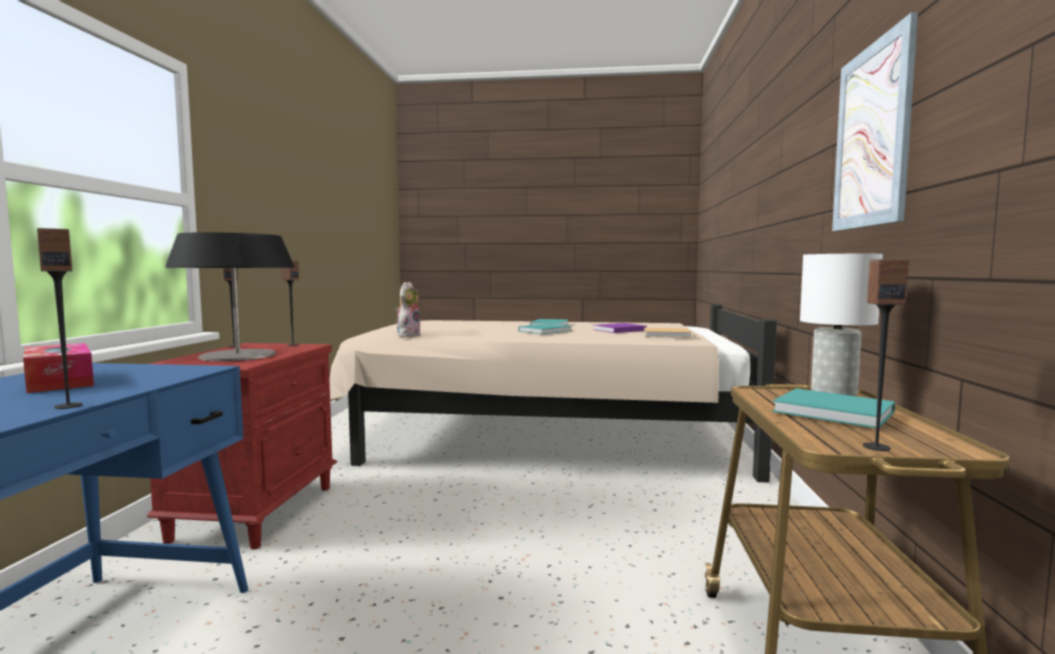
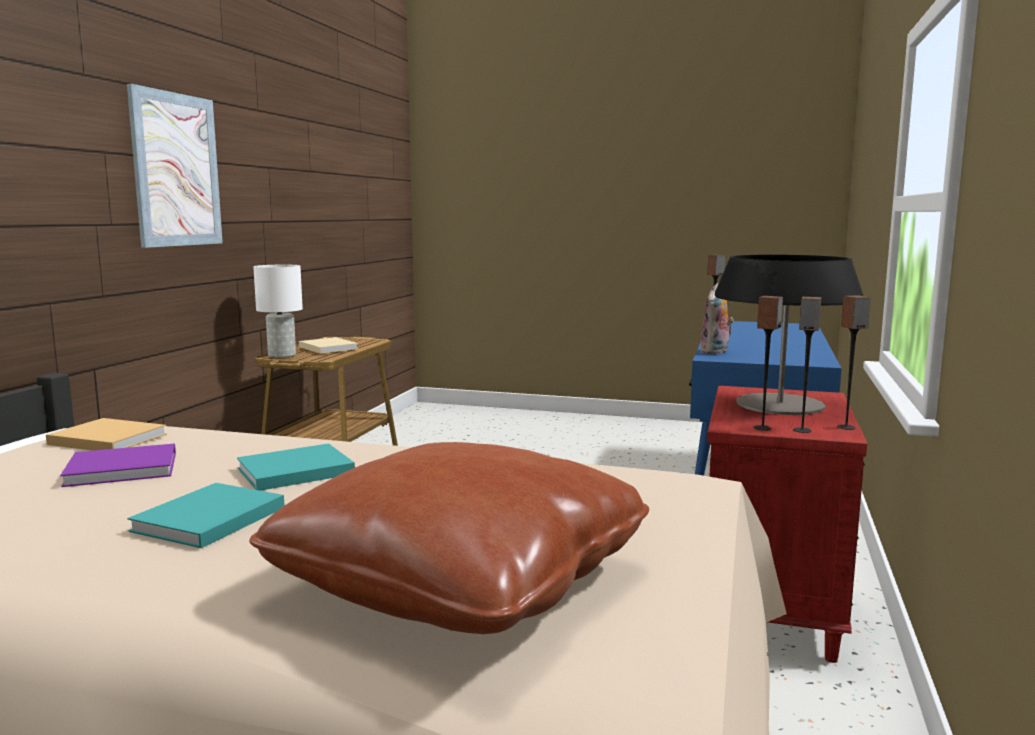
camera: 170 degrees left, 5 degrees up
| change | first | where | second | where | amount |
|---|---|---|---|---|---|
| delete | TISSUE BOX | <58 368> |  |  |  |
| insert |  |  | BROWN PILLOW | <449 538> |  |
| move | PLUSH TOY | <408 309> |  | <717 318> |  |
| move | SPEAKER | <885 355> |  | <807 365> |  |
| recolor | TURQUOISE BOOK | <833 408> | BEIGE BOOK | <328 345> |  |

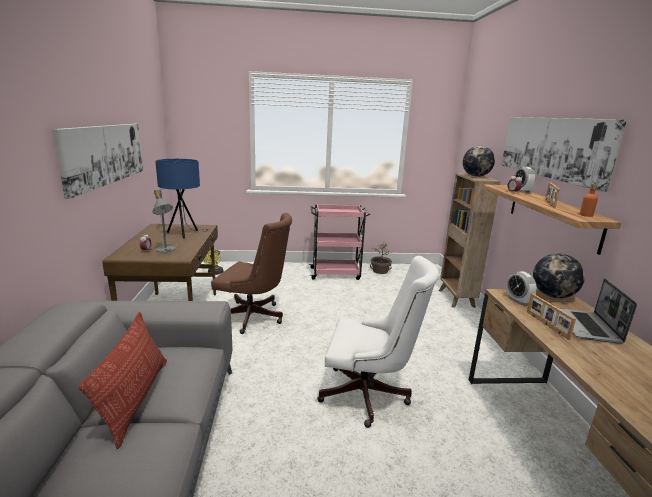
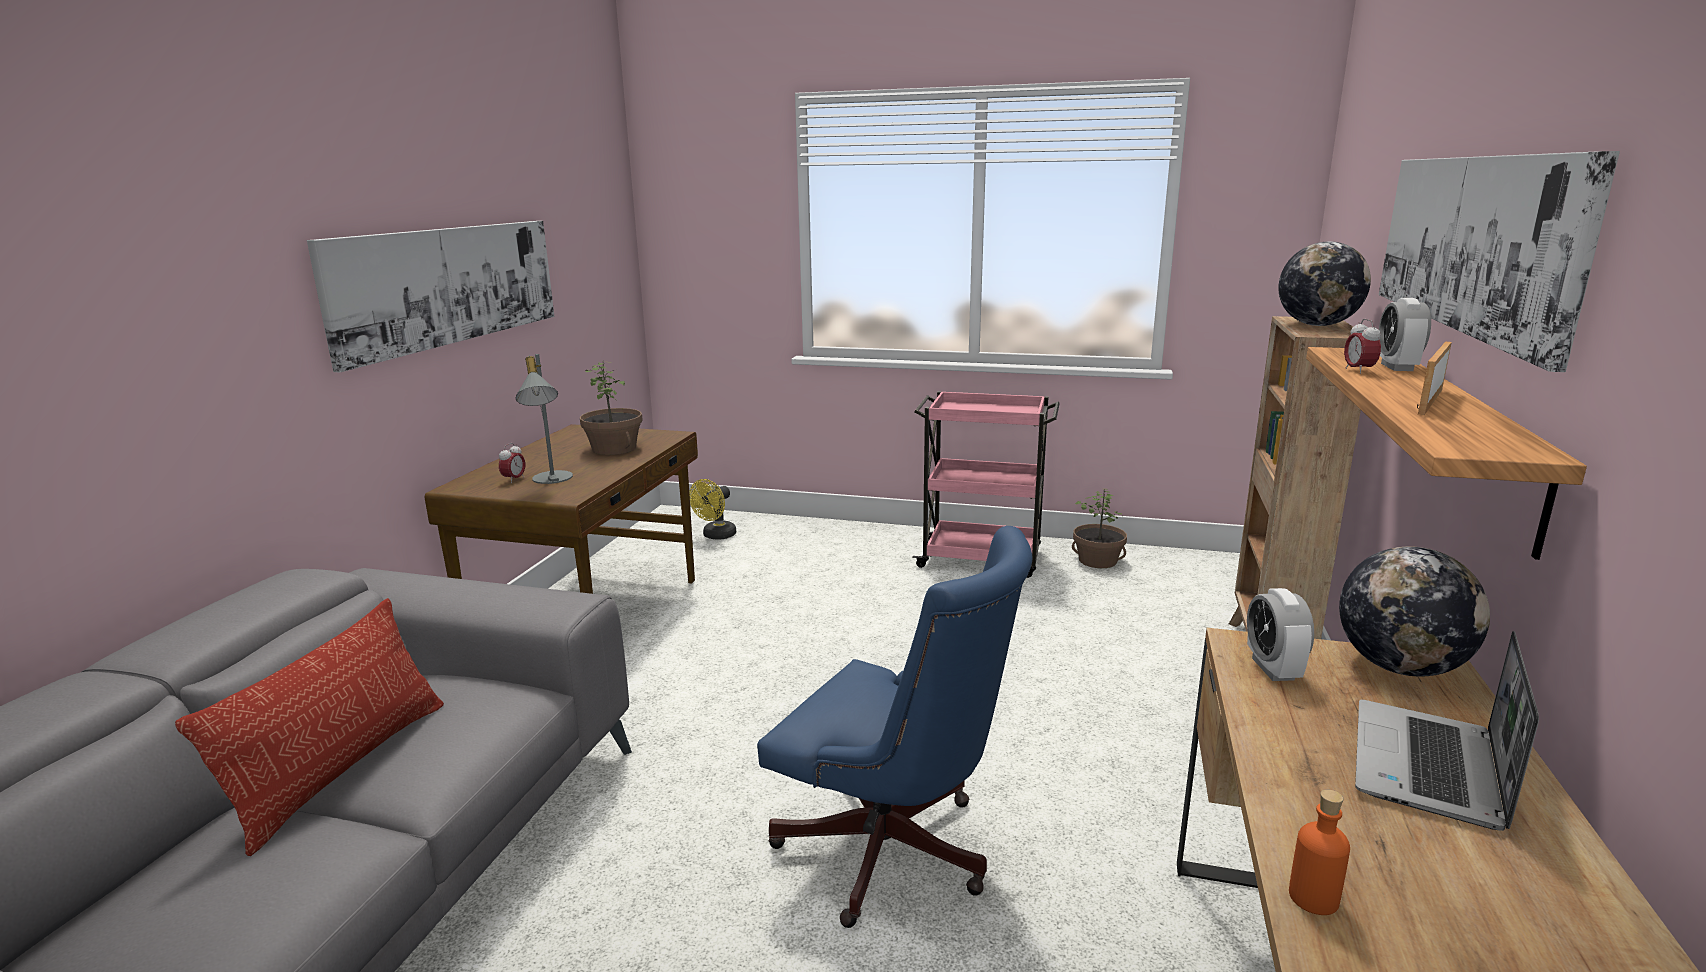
camera: 20 degrees right, 0 degrees up
| change | first | where | second | where | amount |
|---|---|---|---|---|---|
| delete | BROWN OFFICE CHAIR | <251 273> |  |  |  |
| delete | PICTURE FRAME | <551 316> |  |  |  |
| move | ORANGE BOTTLE | <589 200> |  | <1319 852> |  |
| replace | BLUE TABLE LAMP | <182 199> | POTTED PLANT | <611 408> |  |
| recolor | WHITE OFFICE CHAIR | <378 342> | BLUE OFFICE CHAIR | <894 727> |  |

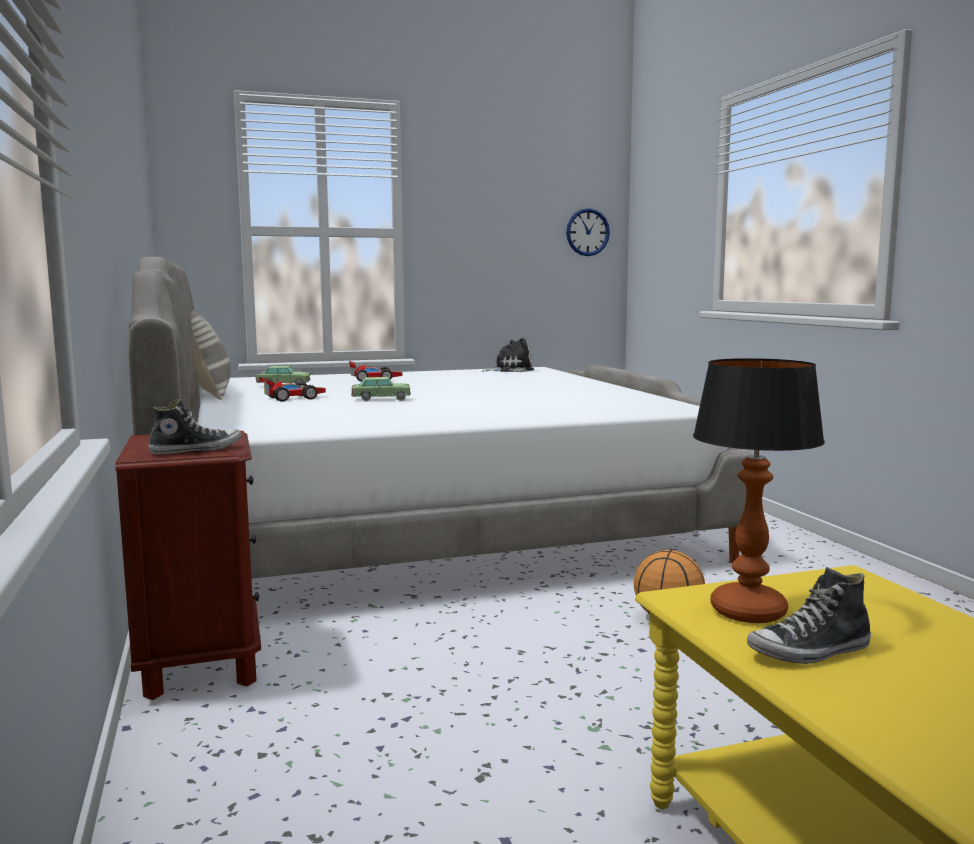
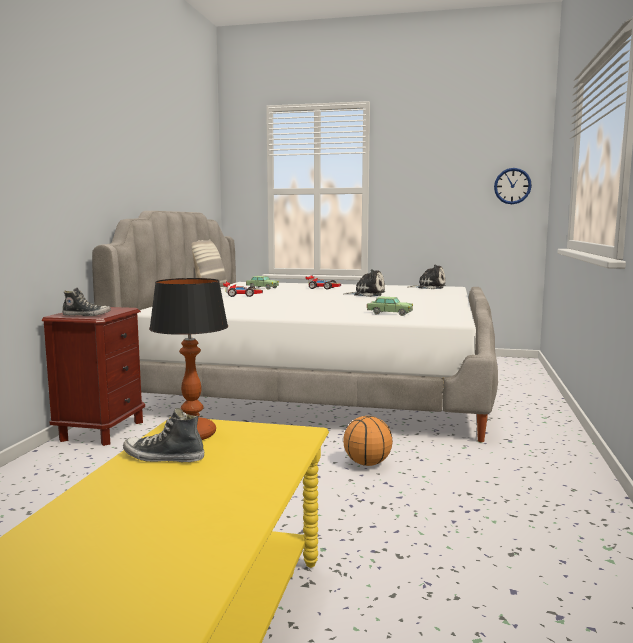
camera: 30 degrees right, 0 degrees up
| change | first | where | second | where | amount |
|---|---|---|---|---|---|
| insert |  |  | PLUSH TOY | <364 283> |  |
| move | TOY CAR | <381 389> |  | <390 306> |  |

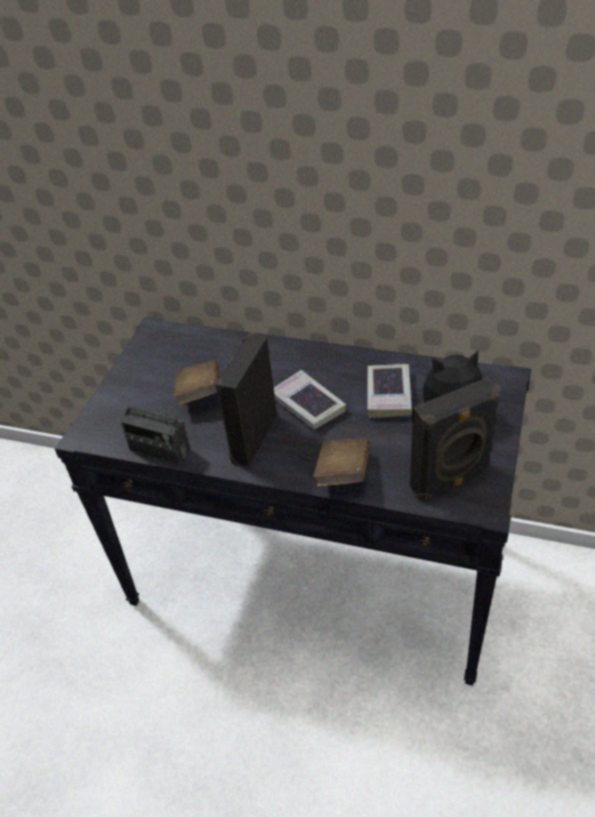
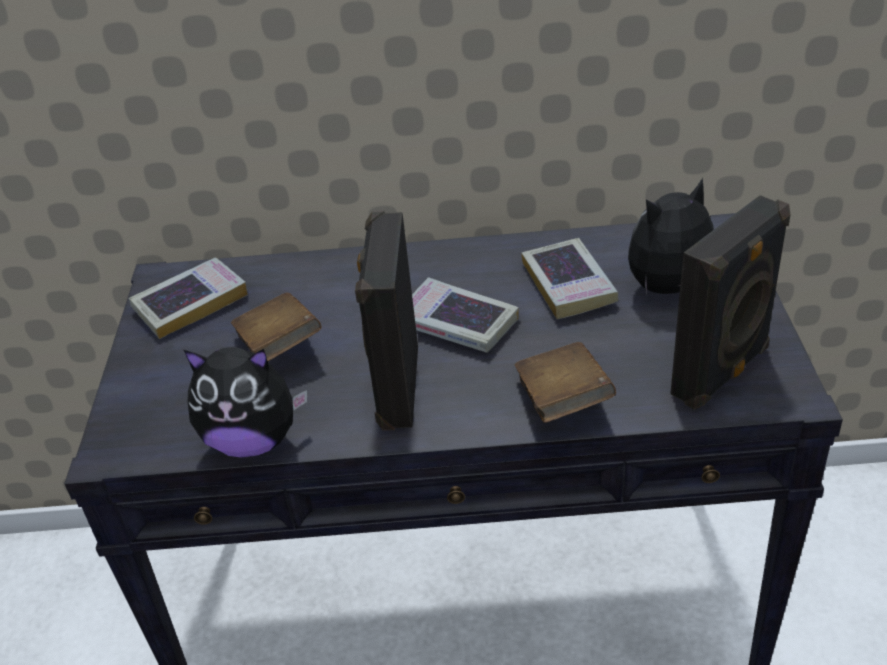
camera: 20 degrees left, 5 degrees down
| change | first | where | second | where | amount |
|---|---|---|---|---|---|
| insert |  |  | BOOK | <188 298> |  |
| replace | RADIO | <155 431> | PLUSH TOY | <245 402> |  |

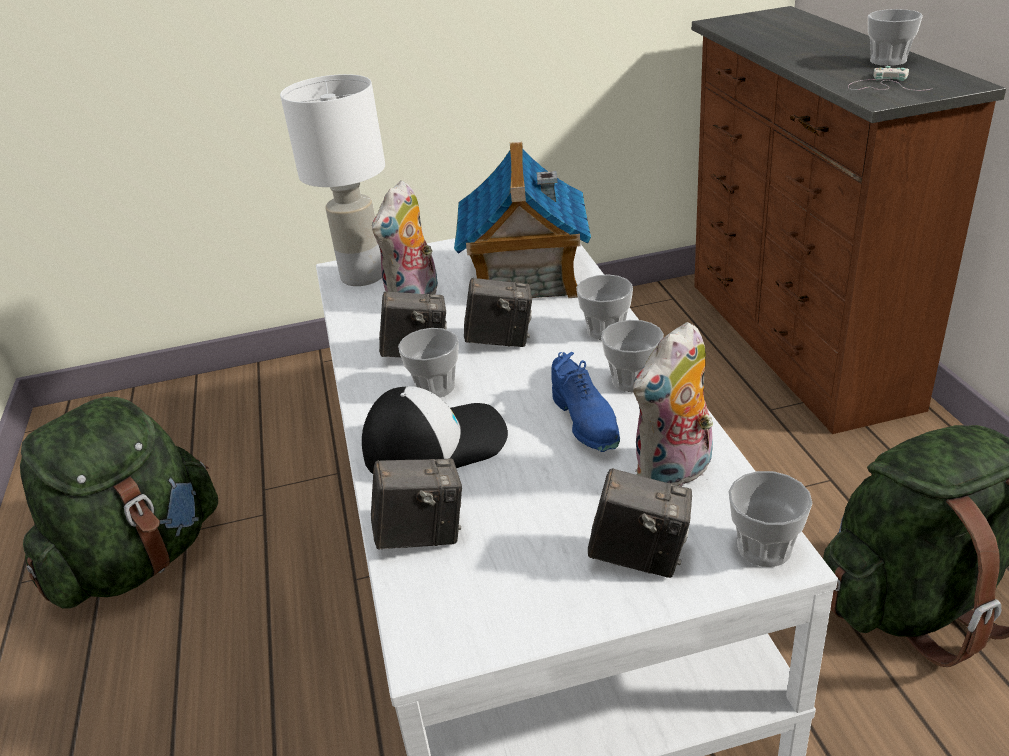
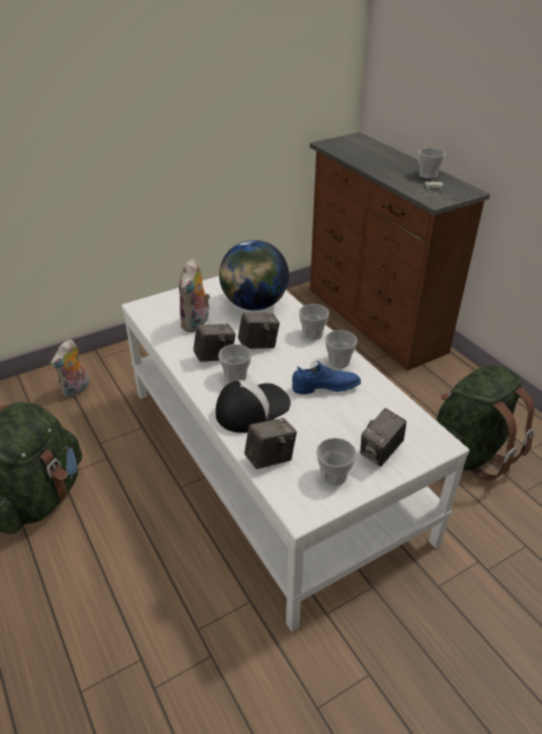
camera: 20 degrees left, 5 degrees up
| change | first | where | second | where | amount |
|---|---|---|---|---|---|
| delete | WHITE TABLE LAMP | <332 180> |  |  |  |
| move | PLUSH TOY | <677 404> |  | <69 368> |  |
| move | CUP | <770 519> |  | <336 462> |  |
| replace | TOY HOUSE | <522 220> | GLOBE | <254 275> |  |
| rotate | BLUE SHOE | <585 402> |  | <326 377> | 60 degrees counterclockwise |
| rotate | PHOTO CAMERA | <640 523> |  | <383 437> | 135 degrees clockwise |

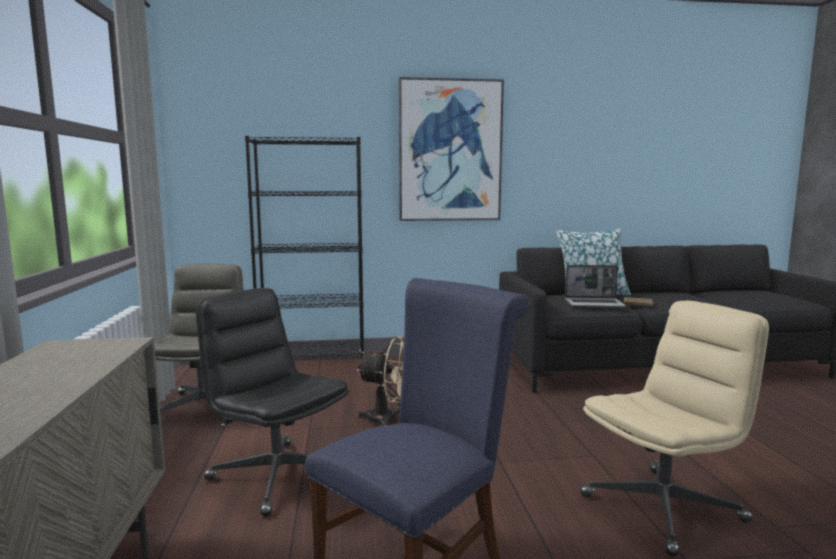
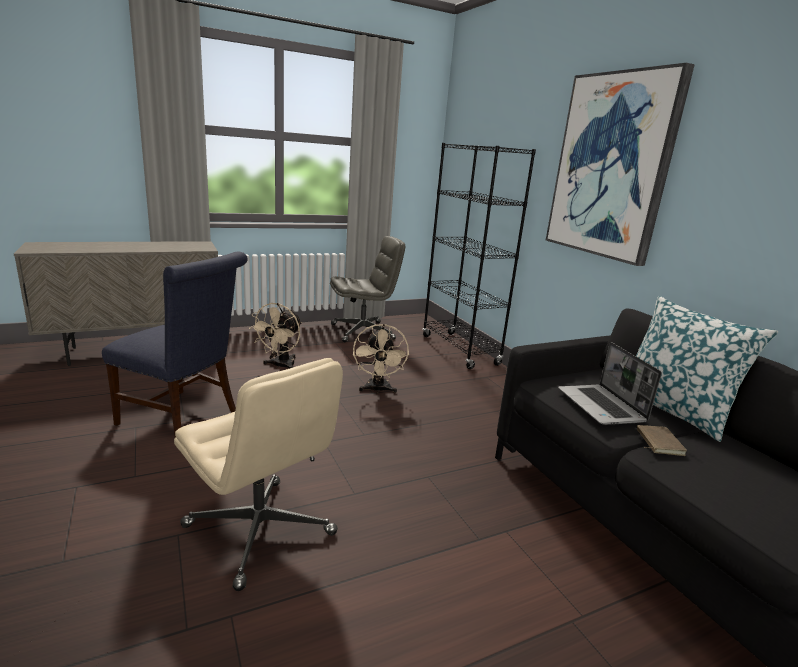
camera: 70 degrees right, 10 degrees up
| change | first | where | second | where | amount |
|---|---|---|---|---|---|
| replace | BLACK OFFICE CHAIR | <272 402> | BEIGE FAN | <275 336> |  |

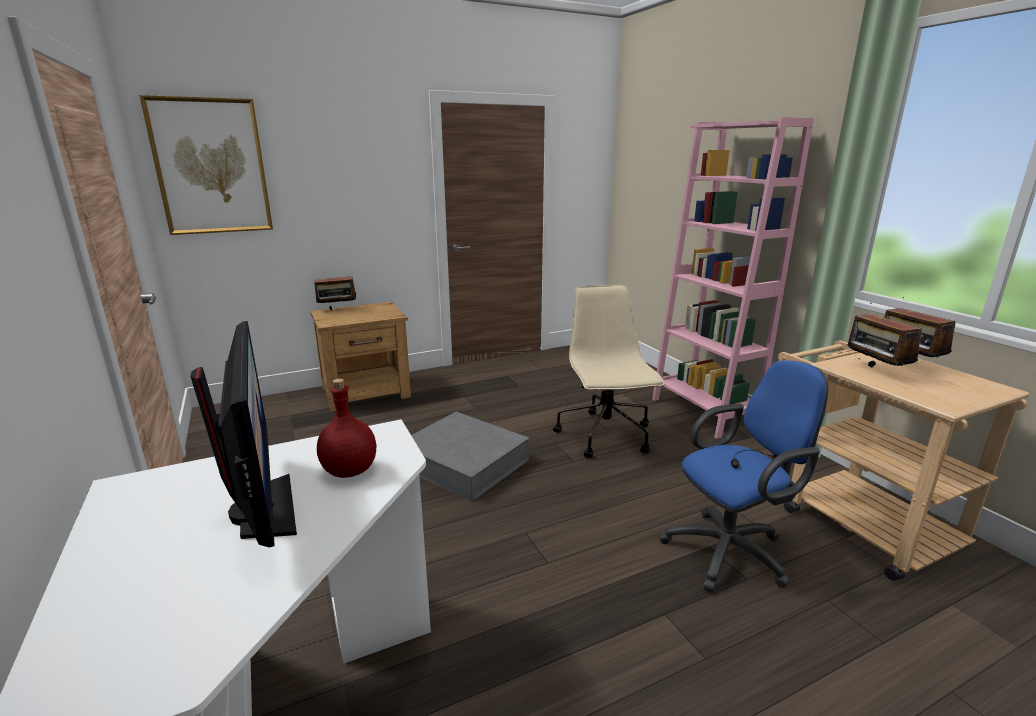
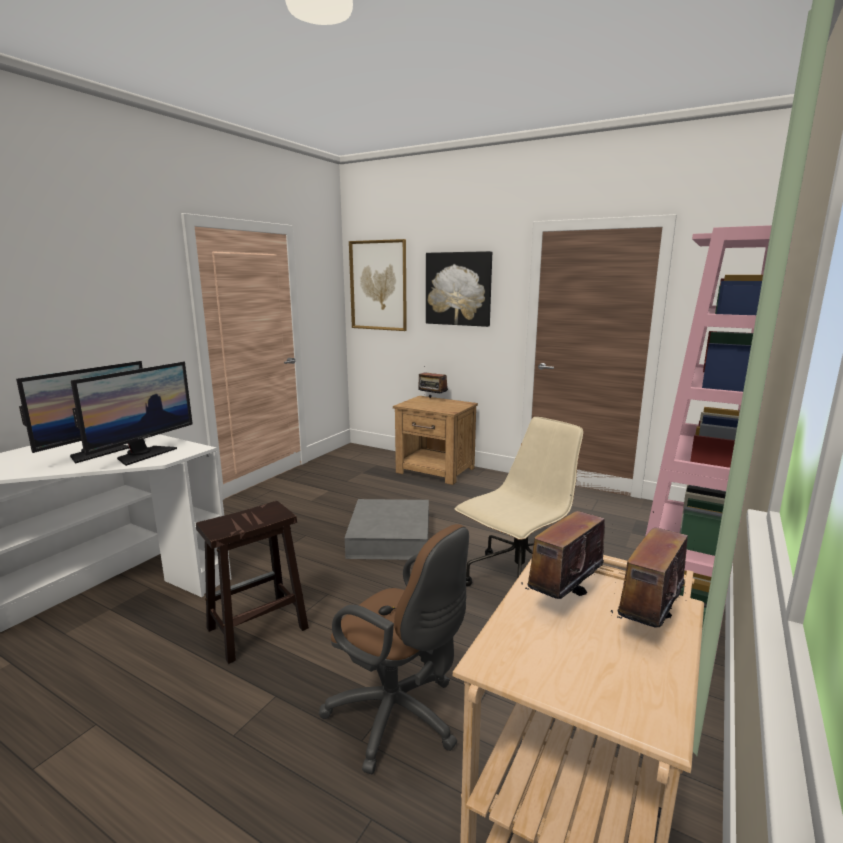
camera: 55 degrees right, 5 degrees down
| change | first | where | second | where | amount |
|---|---|---|---|---|---|
| insert |  |  | BROWN STOOL | <252 582> |  |
| insert |  |  | PICTURE | <459 289> |  |
| replace | RED BOTTLE | <346 428> | MONITOR | <132 414> |  |
| recolor | BLUE OFFICE CHAIR | <744 476> | BROWN OFFICE CHAIR | <394 649> |  |

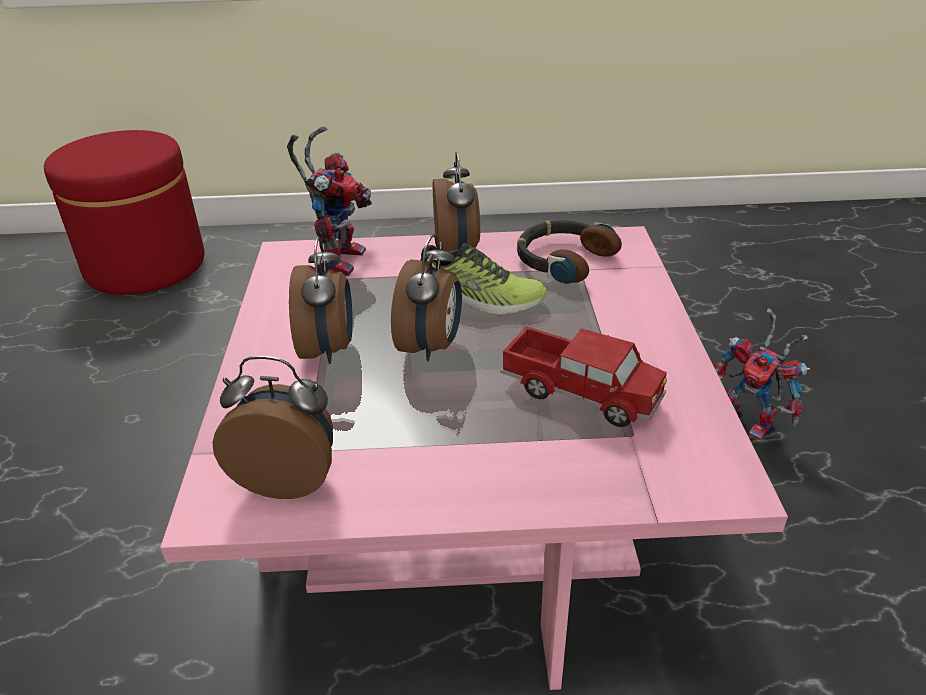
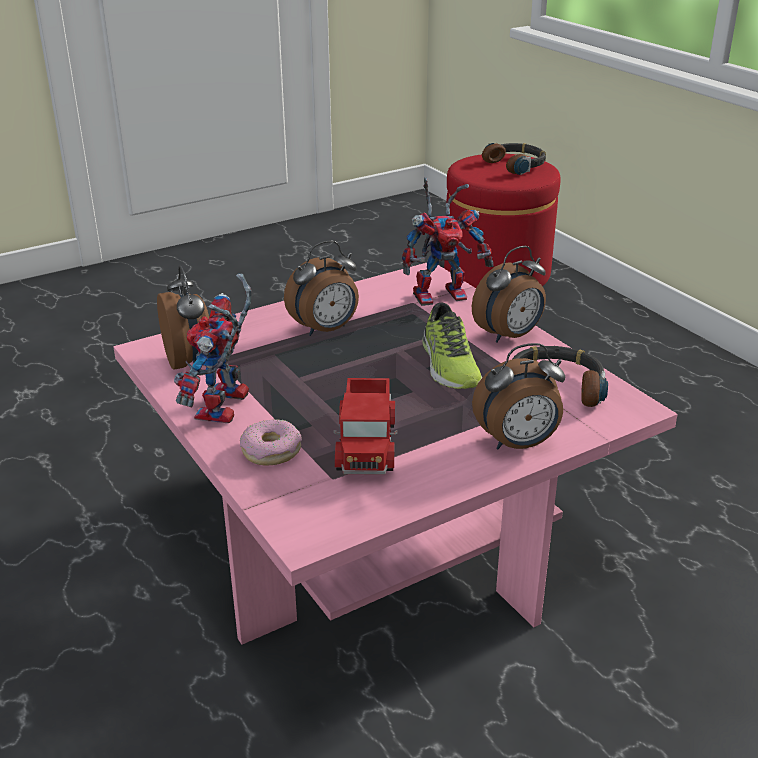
camera: 60 degrees right, 5 degrees down
| change | first | where | second | where | amount |
|---|---|---|---|---|---|
| insert |  |  | DONUT | <271 442> |  |
| insert |  |  | HEADPHONES | <514 159> |  |
| move | ALARM CLOCK | <426 297> |  | <518 396> |  |
| move | TOY ROBOT | <762 374> |  | <213 348> |  |

